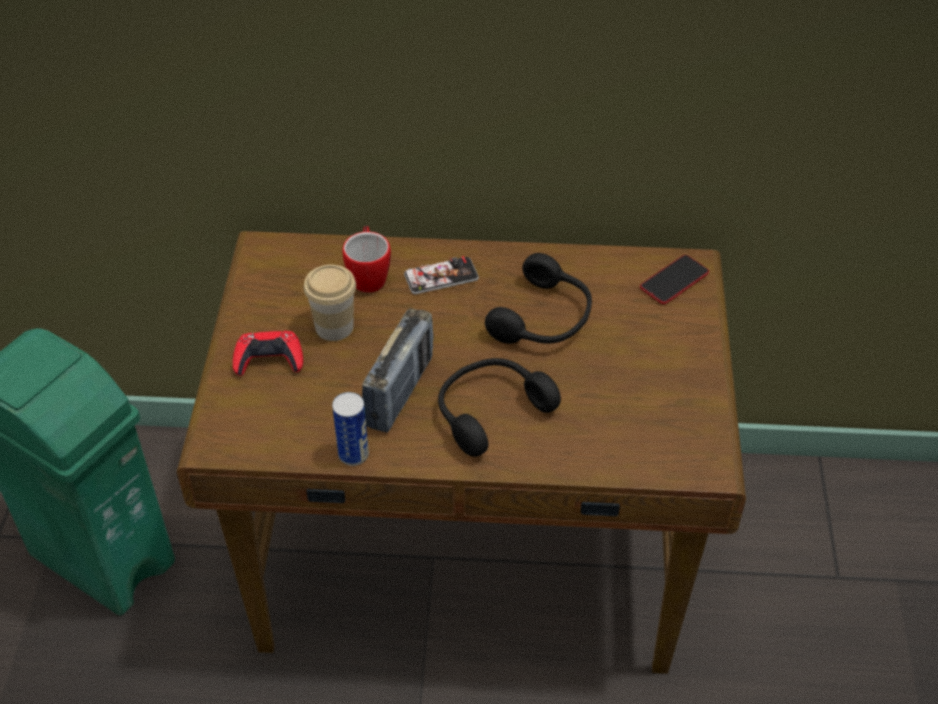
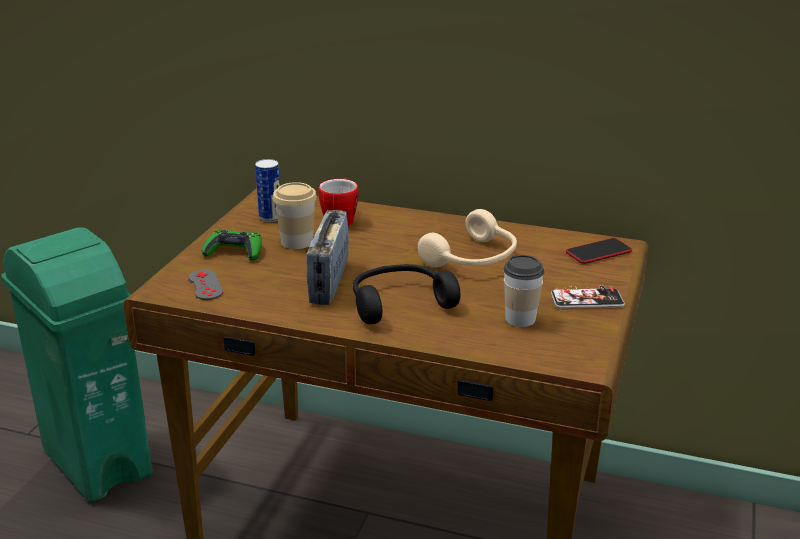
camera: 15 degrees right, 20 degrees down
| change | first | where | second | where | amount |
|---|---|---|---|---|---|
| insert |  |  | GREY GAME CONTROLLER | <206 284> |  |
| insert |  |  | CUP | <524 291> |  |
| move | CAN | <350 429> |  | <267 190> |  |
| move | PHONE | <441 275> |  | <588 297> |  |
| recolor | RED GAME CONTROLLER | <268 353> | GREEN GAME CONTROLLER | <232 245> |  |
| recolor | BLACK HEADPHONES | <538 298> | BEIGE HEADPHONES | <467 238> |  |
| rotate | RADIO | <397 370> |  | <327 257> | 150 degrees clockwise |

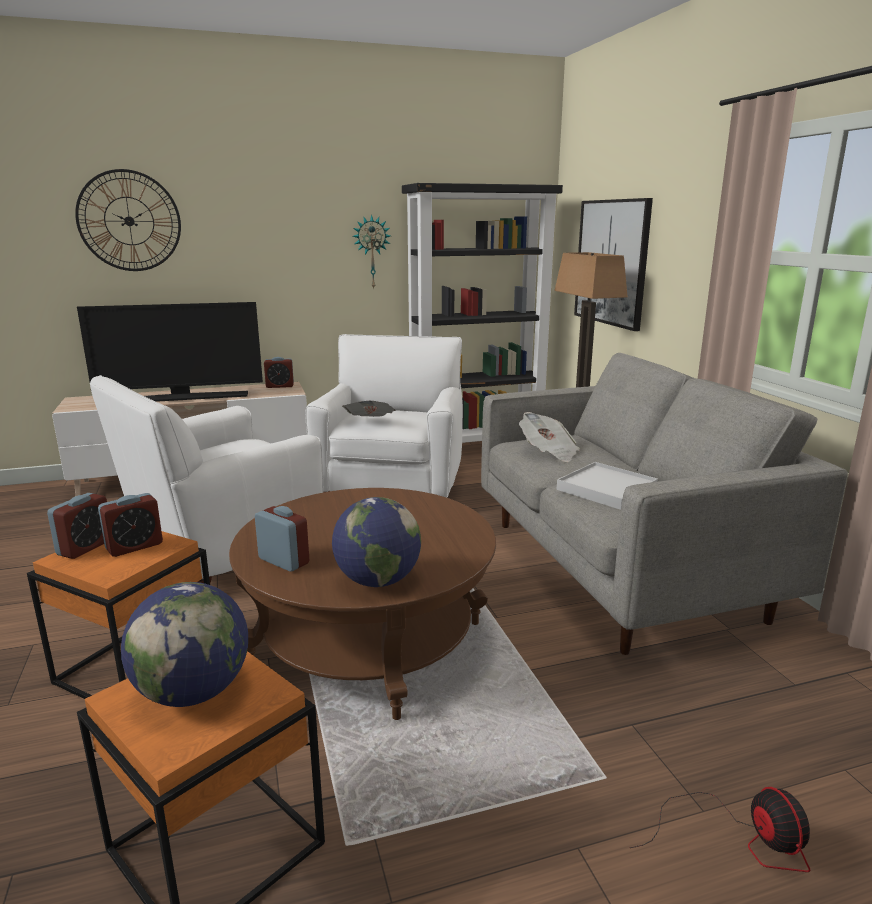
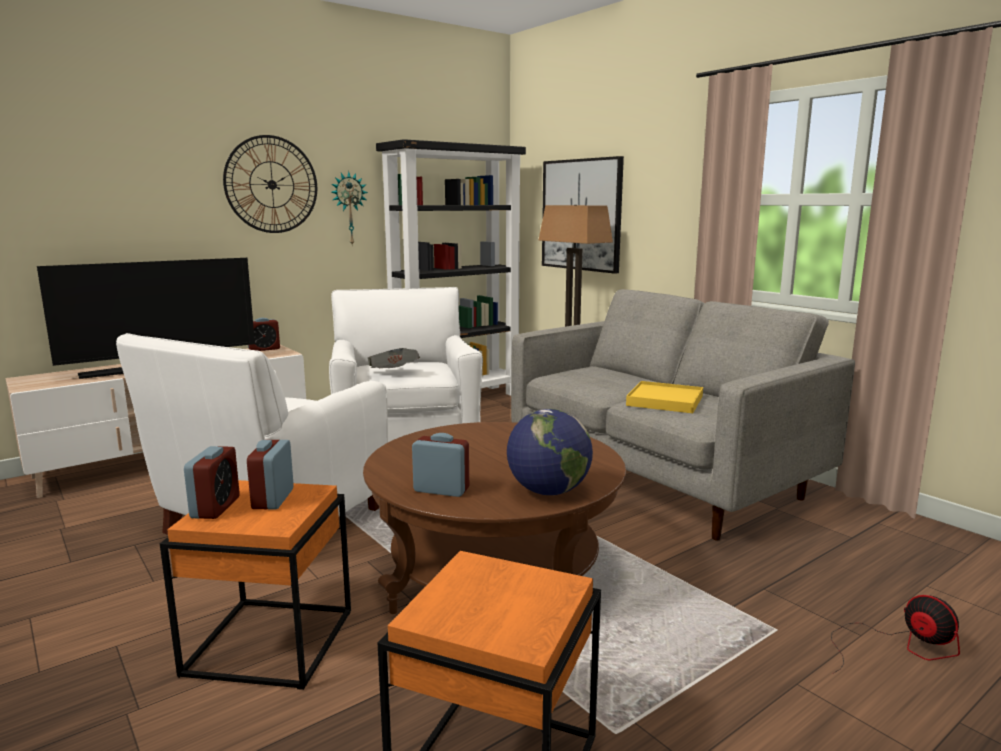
camera: 20 degrees left, 5 degrees down
| change | first | where | second | where | amount |
|---|---|---|---|---|---|
| delete | GLOBE | <184 644> |  |  |  |
| delete | NEWSPAPER | <549 437> |  |  |  |
| move | WALL CLOCK | <128 220> |  | <270 184> |  |
| recolor | WHITE TRAY | <607 486> | YELLOW TRAY | <664 397> |  |
| rotate | ALARM CLOCK | <130 525> |  | <270 474> | 150 degrees clockwise |

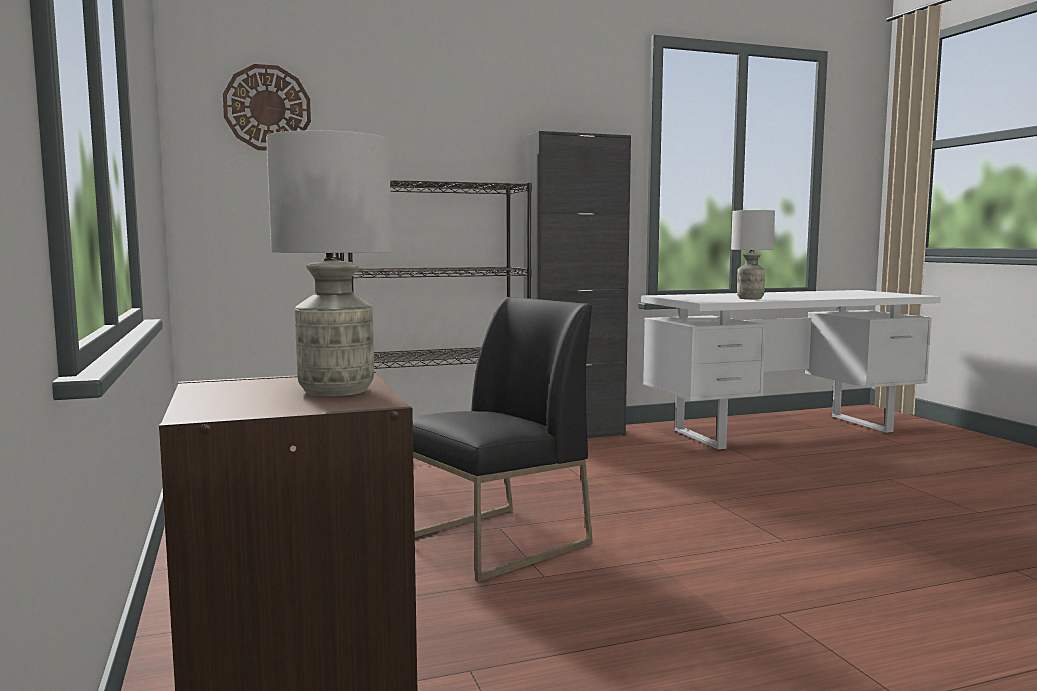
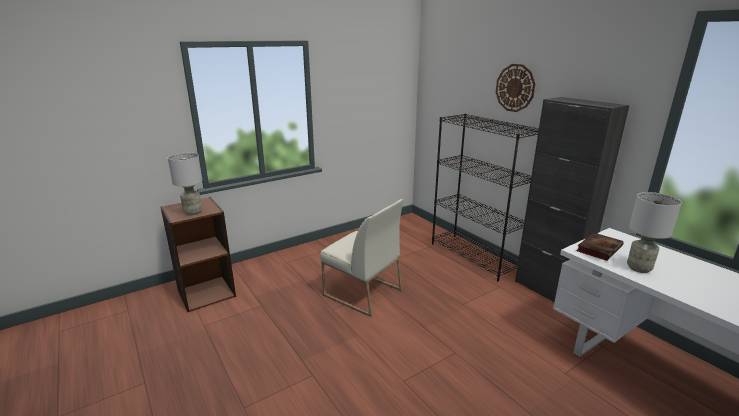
camera: 75 degrees right, 15 degrees up
| change | first | where | second | where | amount |
|---|---|---|---|---|---|
| insert |  |  | BOOK | <599 247> |  |
| move | WALL CLOCK | <267 107> |  | <515 88> |  |
| recolor | BLACK CHAIR | <503 439> | WHITE CHAIR | <361 258> |  |

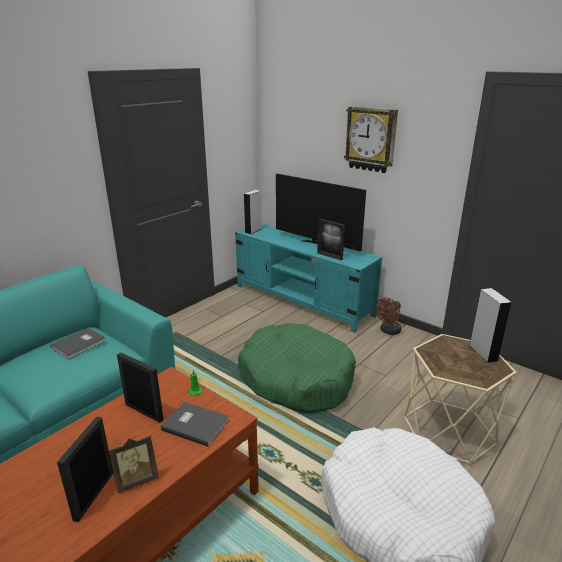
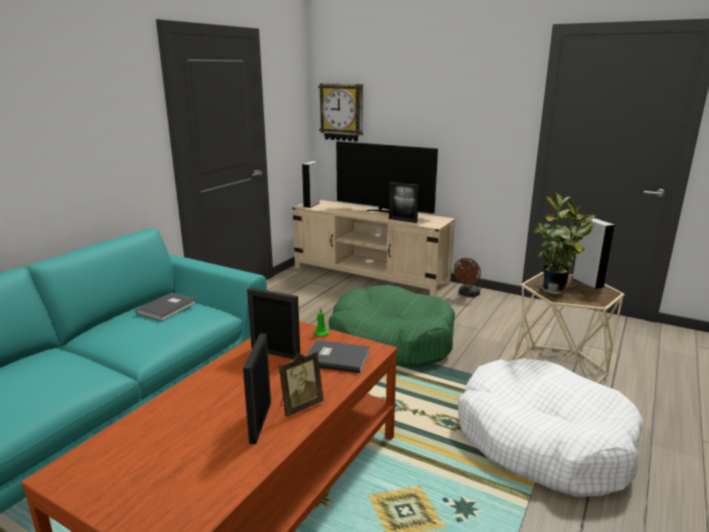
camera: 10 degrees left, 5 degrees down
| change | first | where | second | where | amount |
|---|---|---|---|---|---|
| insert |  |  | POTTED PLANT | <565 243> |  |
| move | WALL CLOCK | <371 139> |  | <340 112> |  |
| recolor | TURQUOISE TV STAND | <308 278> | BEIGE TV STAND | <373 248> |  |

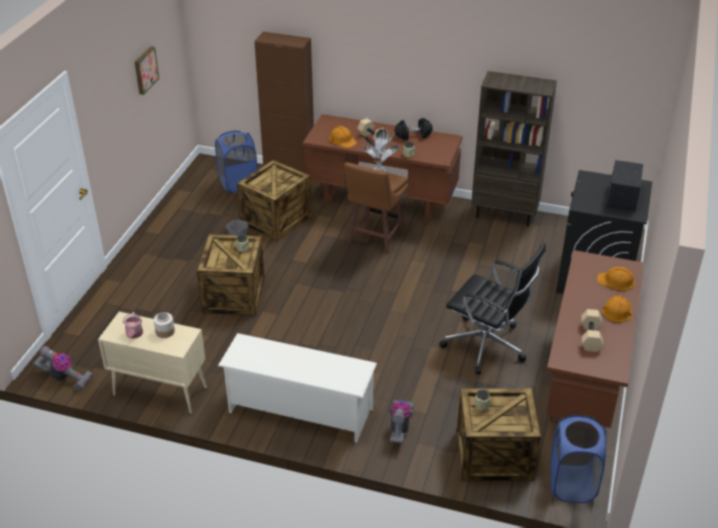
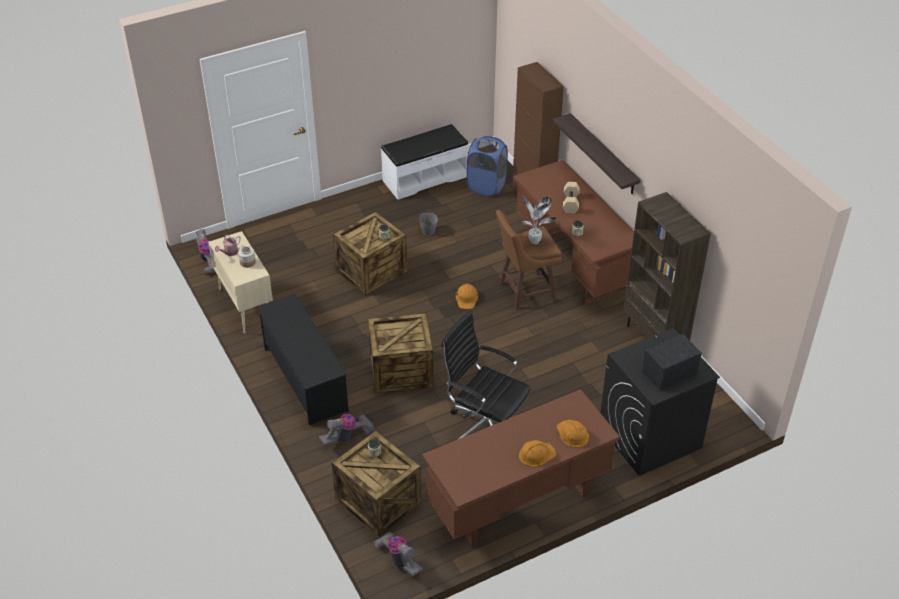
camera: 45 degrees right, 5 degrees up
| change | first | where | second | where | amount |
|---|---|---|---|---|---|
| delete | PICTURE | <147 70> |  |  |  |
| delete | BLACK DUMBBELL | <414 129> |  |  |  |
| delete | BEIGE DUMBBELL | <592 330> |  |  |  |
| insert |  |  | WHITE BENCH | <425 162> |  |
| insert |  |  | SHELF | <596 153> |  |
| move | CRATE | <274 200> |  | <400 353> |  |
| move | ORANGE HARD HAT | <343 137> |  | <467 296> |  |
| replace | BLUE LAUNDRY BASKET | <578 459> | VACUUM CLEANER | <398 554> |  |
| recolor | WHITE SHOE RACK | <297 388> | BLACK SHOE RACK | <302 359> |  |
| rotate | BLACK OFFICE CHAIR | <492 308> |  | <486 375> | 135 degrees clockwise |

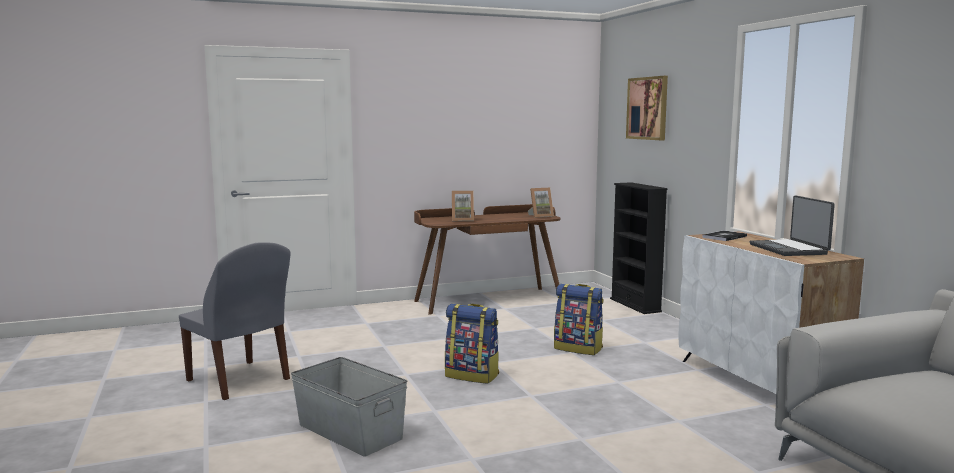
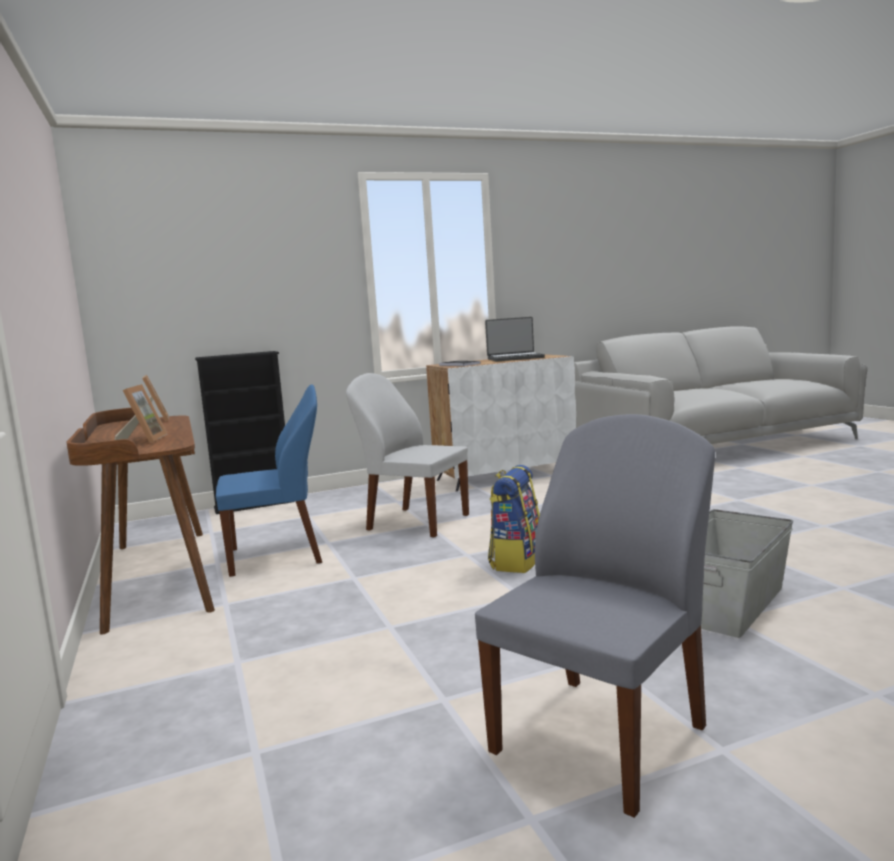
camera: 90 degrees left, 0 degrees up
| change | first | where | second | where | amount |
|---|---|---|---|---|---|
| delete | PICTURE | <647 108> |  |  |  |
| insert |  |  | BLUE CHAIR | <269 480> |  |
| replace | BACKPACK | <578 319> | WHITE CHAIR | <407 455> |  |

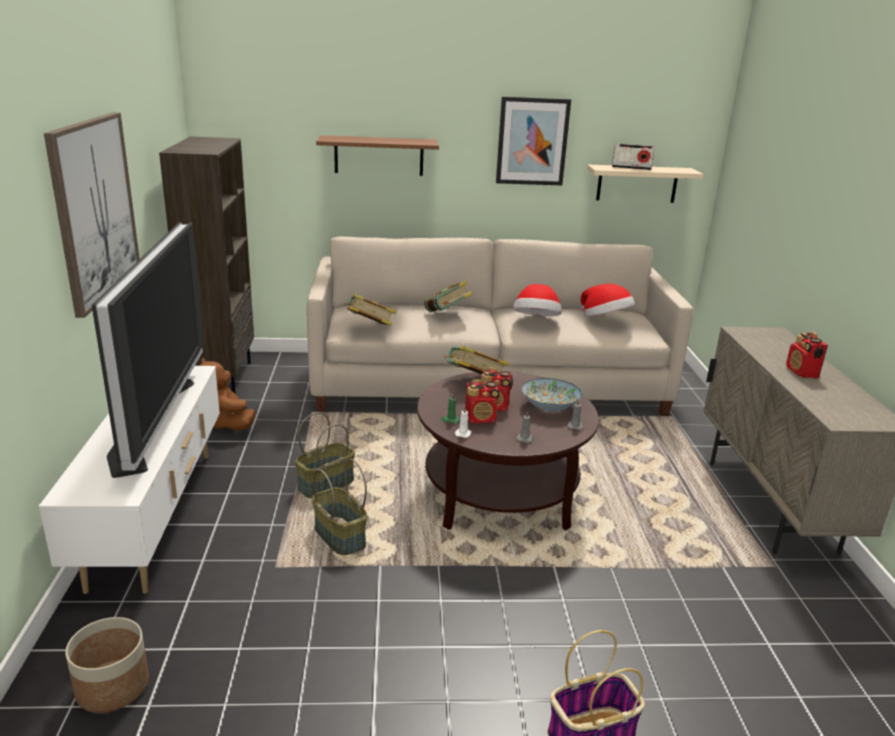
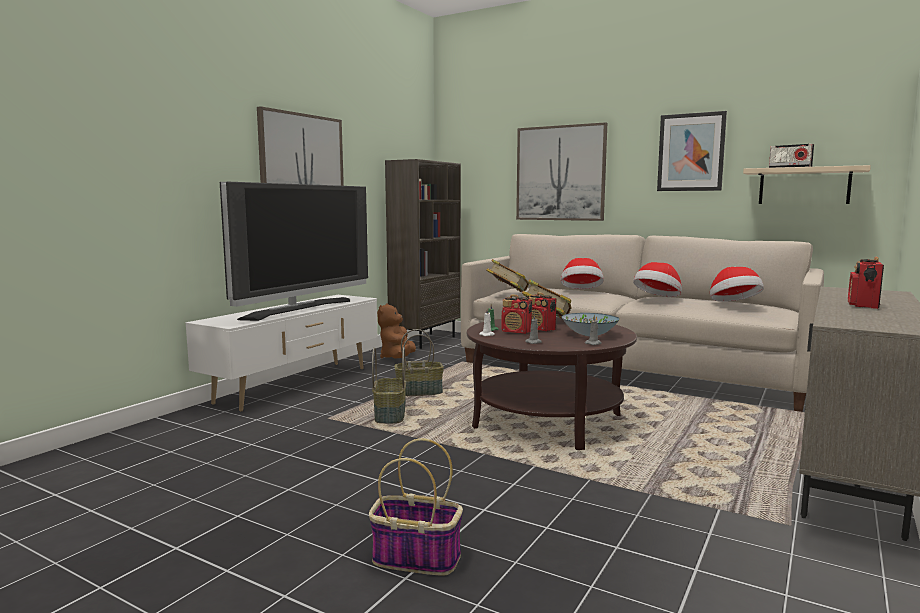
camera: 35 degrees right, 15 degrees down
| change | first | where | second | where | amount |
|---|---|---|---|---|---|
| delete | PLANTER | <107 665> |  |  |  |
| replace | BROWN SHELF | <377 155> | PICTURE | <561 171> |  |
| replace | BOOK | <448 296> | HAT | <582 273> |  |

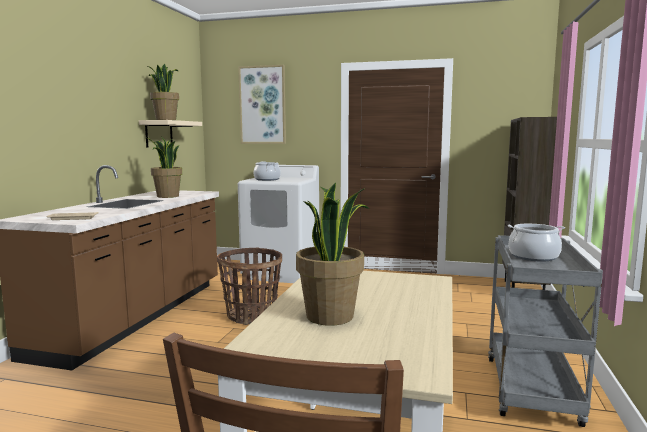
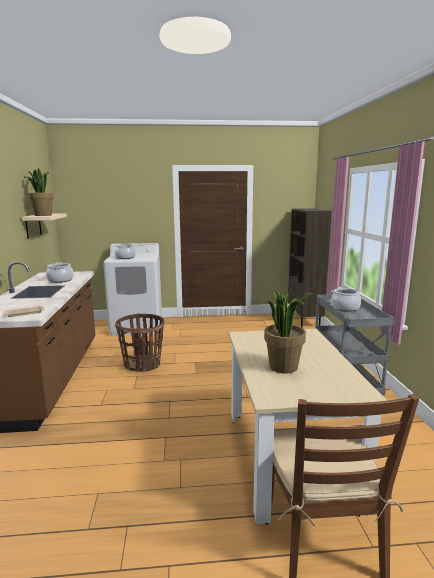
camera: 20 degrees left, 5 degrees up
| change | first | where | second | where | amount |
|---|---|---|---|---|---|
| delete | PICTURE | <262 104> |  |  |  |
| replace | POTTED PLANT | <163 167> | COOKING POT | <60 272> |  |

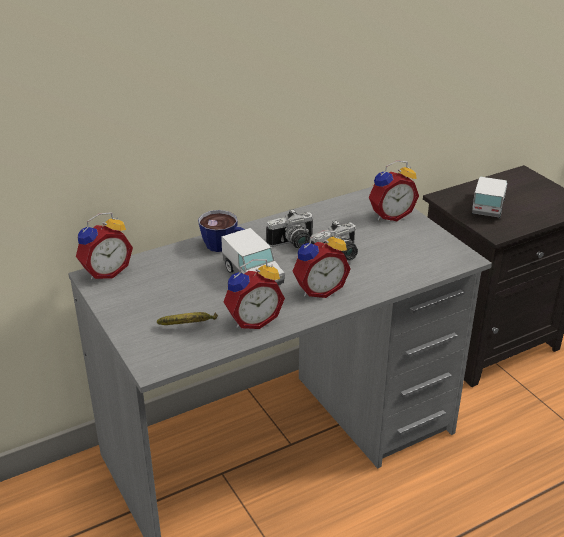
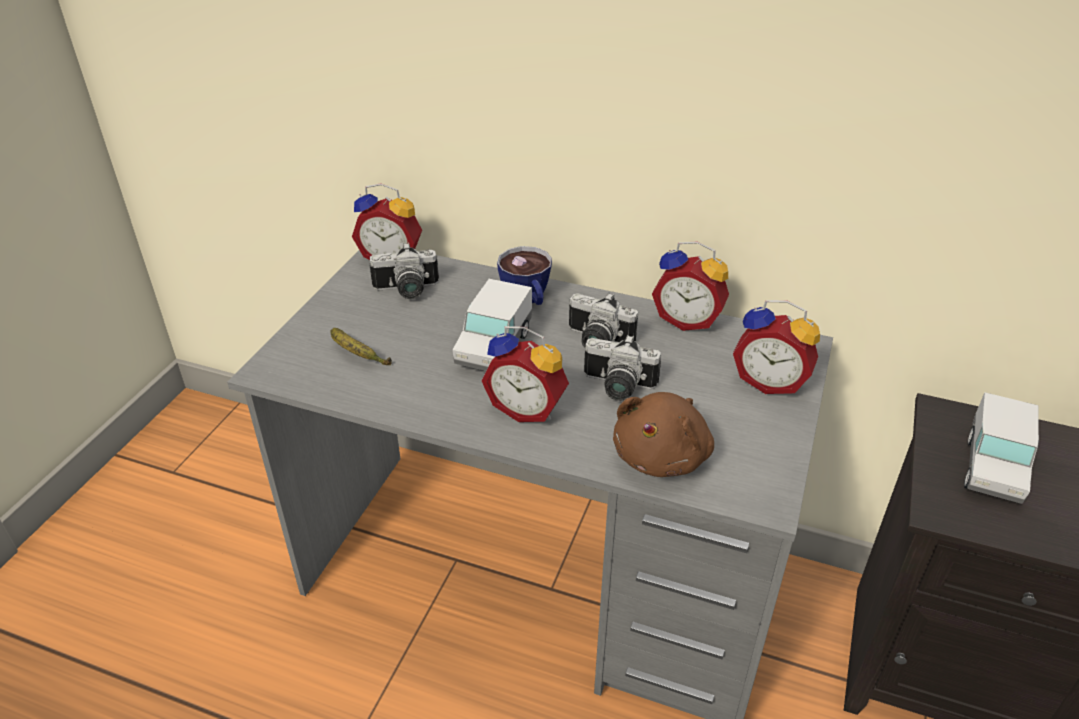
camera: 50 degrees right, 5 degrees up
| change | first | where | second | where | amount |
|---|---|---|---|---|---|
| insert |  |  | PHOTO CAMERA | <404 271> |  |
| insert |  |  | BROWN PLUSH TOY | <663 434> |  |
| move | ALARM CLOCK | <254 294> |  | <690 286> |  |
| rotate | TOY TRUCK | <489 197> |  | <1001 448> | 135 degrees clockwise |

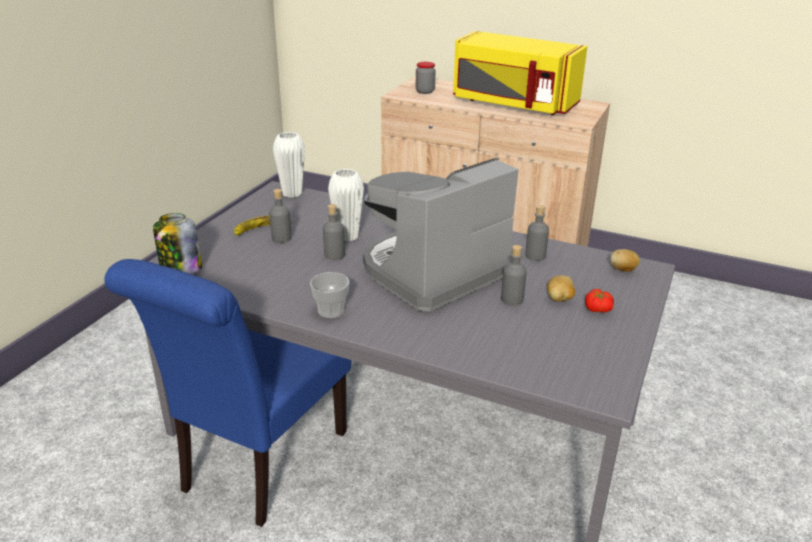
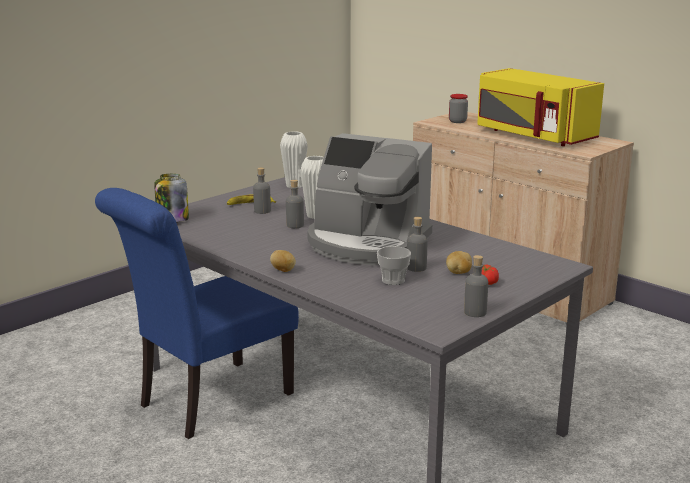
camera: 20 degrees right, 10 degrees down
| change | first | where | second | where | amount |
|---|---|---|---|---|---|
| move | CUP | <329 295> |  | <394 265> |  |
| move | GREY BOTTLE | <537 233> |  | <476 286> |  |
| move | POTATO | <625 260> |  | <283 261> |  |
| rotate | COFFEE MACHINE | <441 234> |  | <369 199> | 135 degrees counterclockwise |

